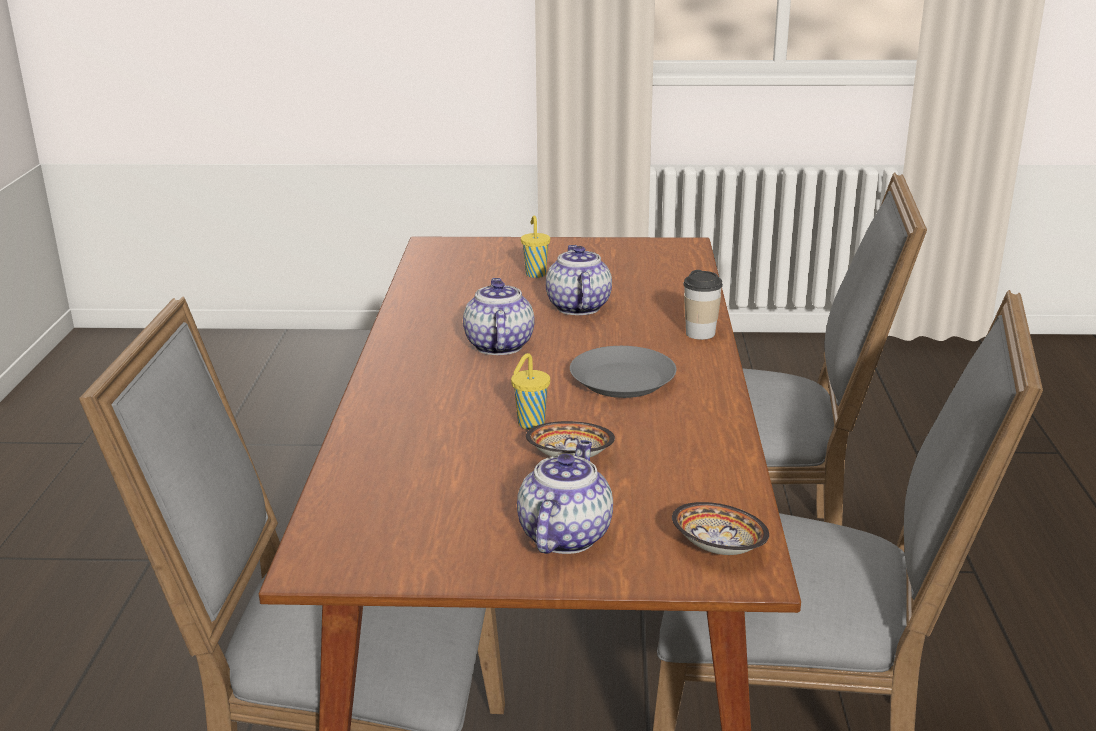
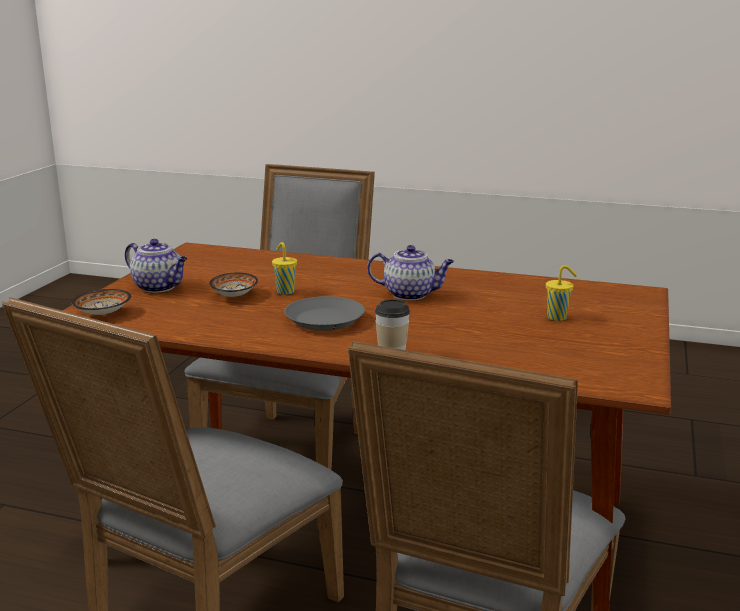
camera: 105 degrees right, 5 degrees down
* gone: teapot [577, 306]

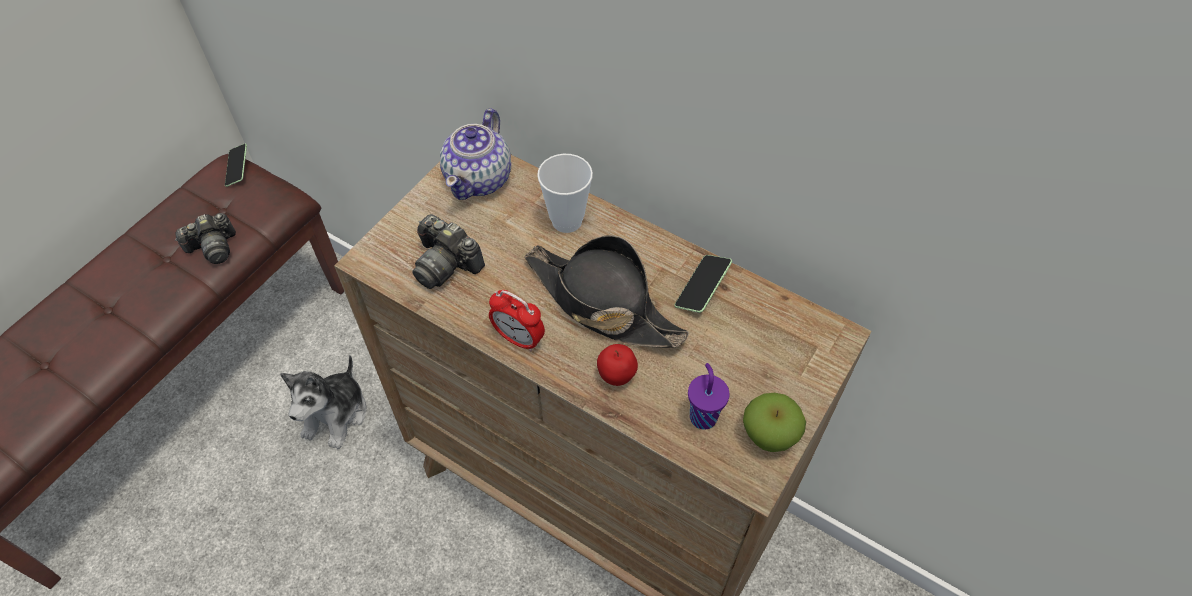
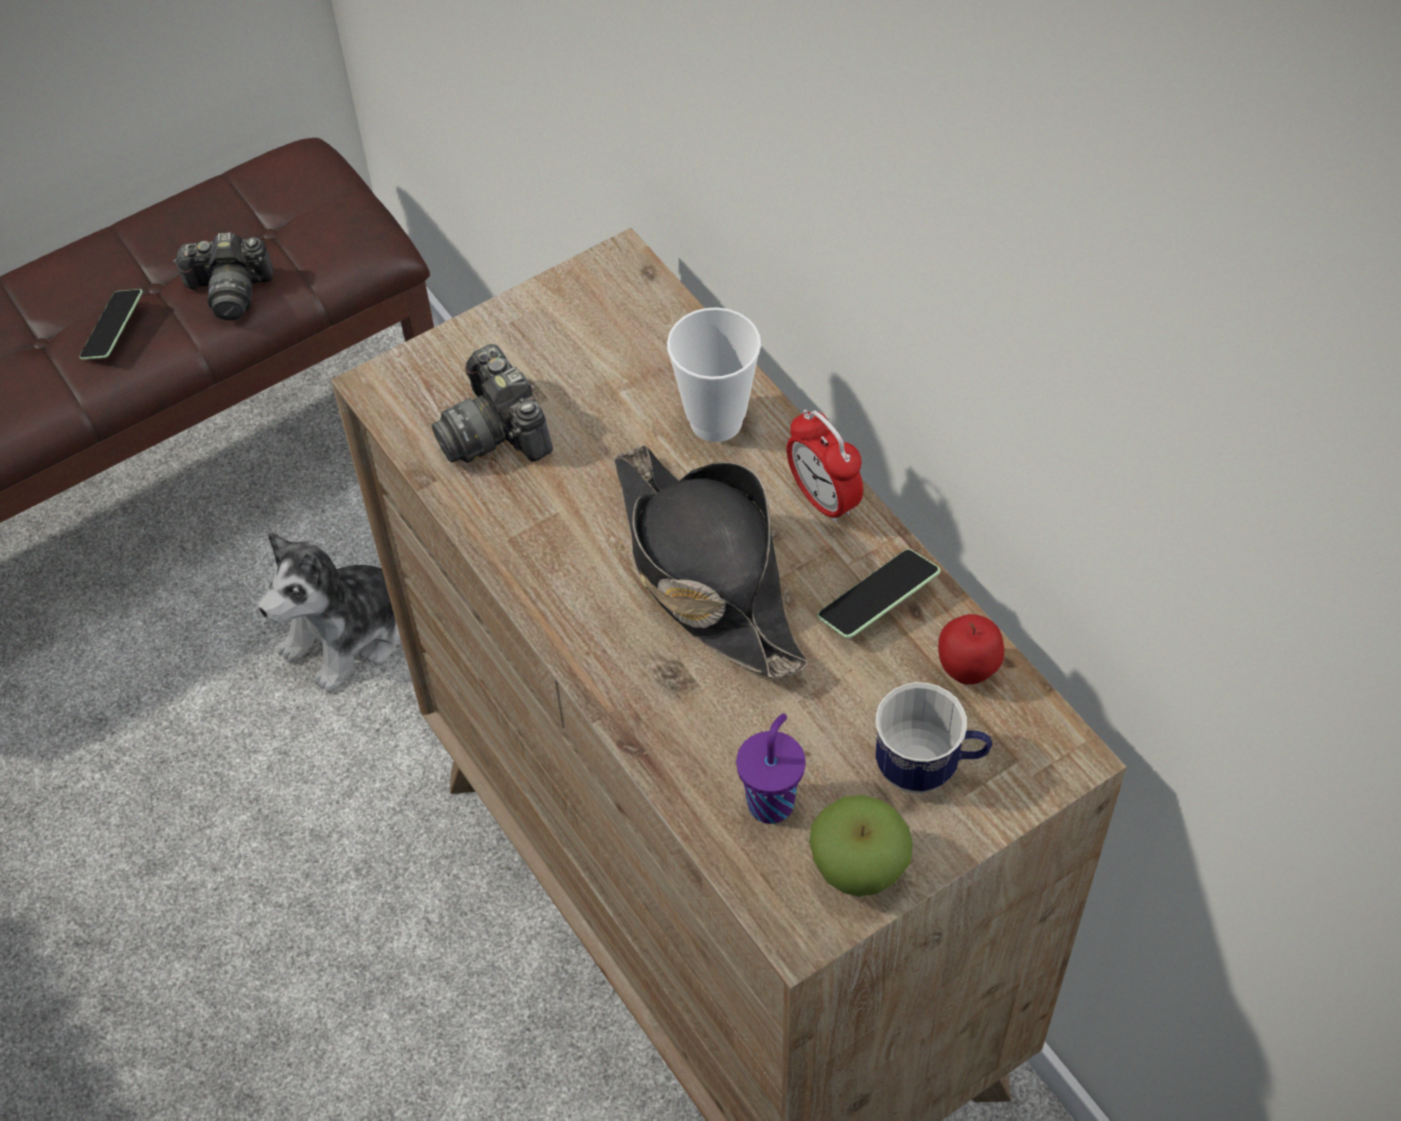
camera: 25 degrees right, 0 degrees up
* gone: teapot [479, 179]
* shifted: phone [238, 169] to [114, 332]
* shifted: alarm clock [518, 339] to [823, 499]
* shifted: apple [616, 378] to [967, 672]
* new: mug [928, 768]

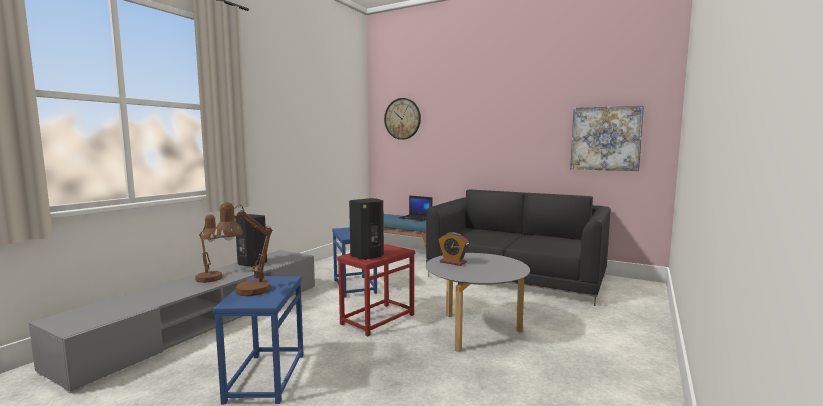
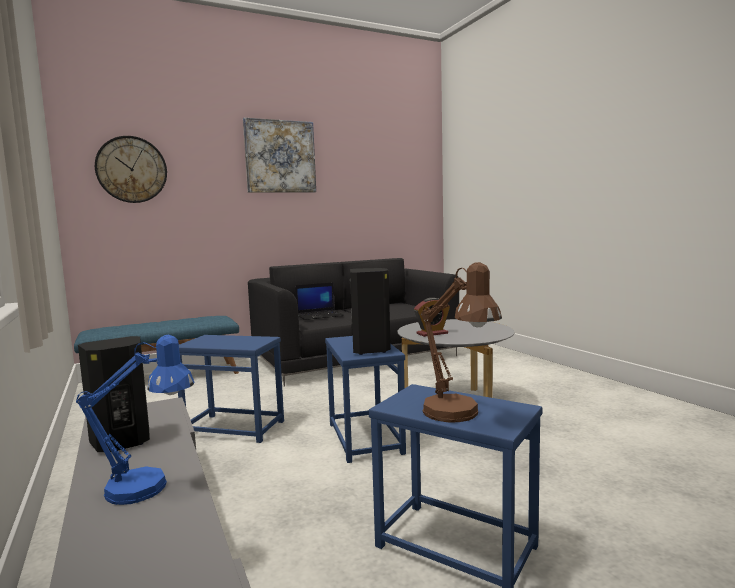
camera: 55 degrees left, 0 degrees up
* shifted: picture [605, 138] to [280, 156]
* shifted: laptop [416, 218] to [320, 315]
* repainted: brown table lamp [210, 280] to blue table lamp [149, 488]
* repainted: red side table [377, 319] to blue side table [364, 438]

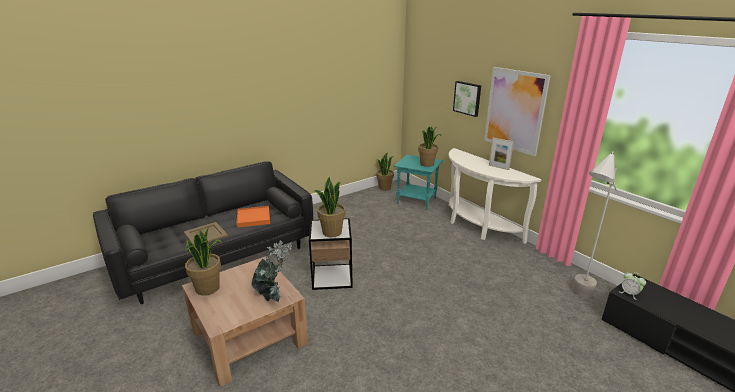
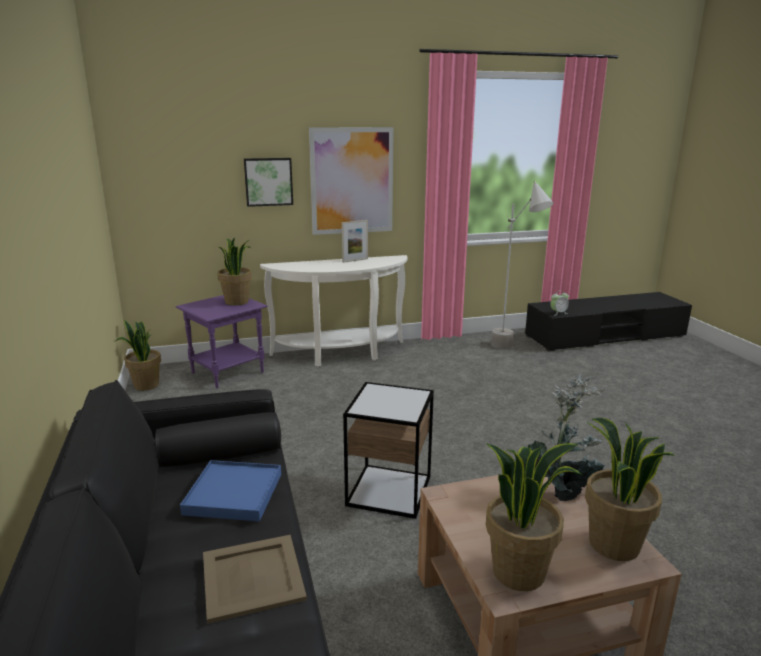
camera: 70 degrees left, 5 degrees down
* repainted: turquoise side table [417, 201] to purple side table [228, 372]
* shifted: potted plant [331, 232] to [613, 545]
* repainted: orange tray [253, 218] to blue tray [233, 494]

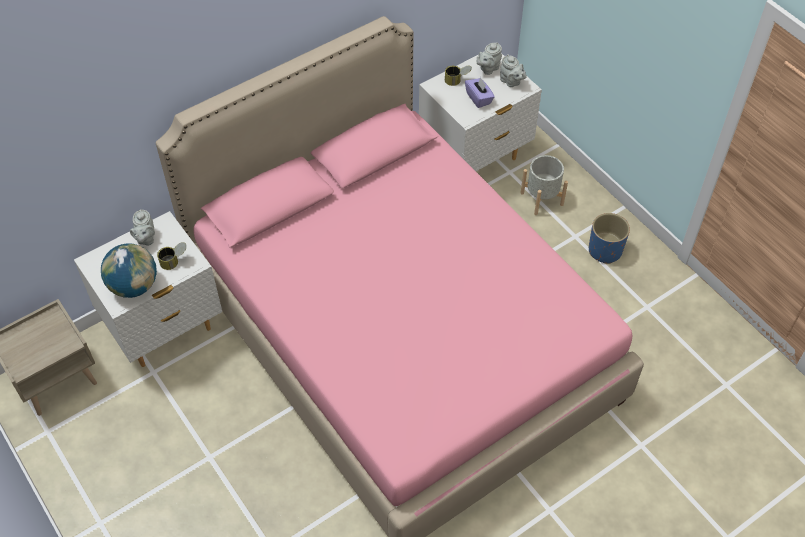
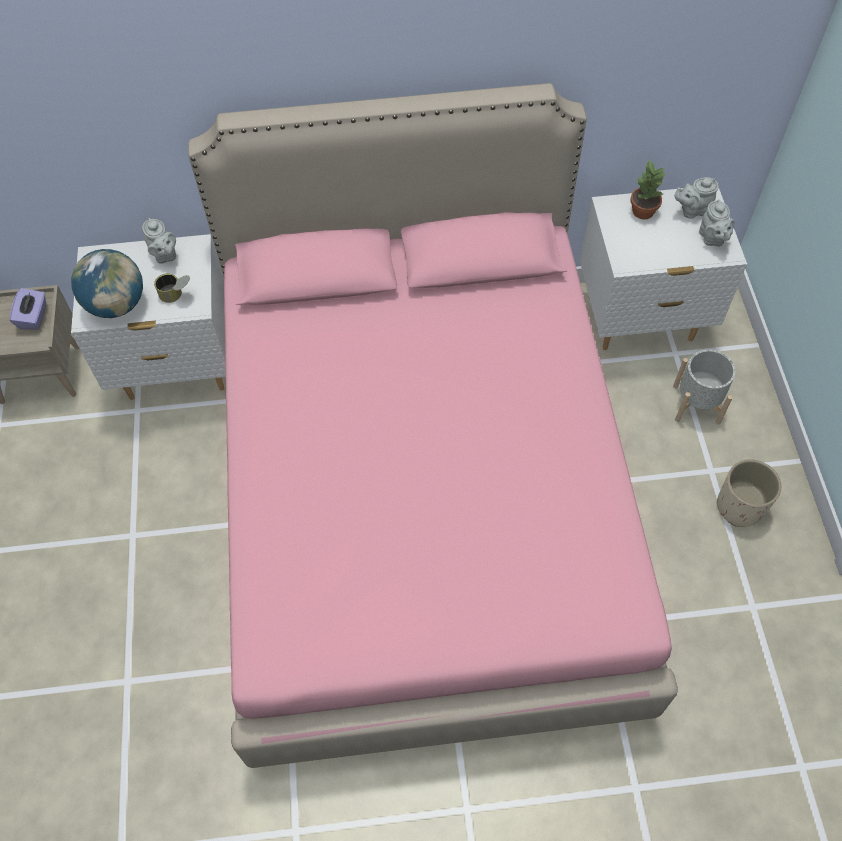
camera: 30 degrees right, 5 degrees up
* swapped: can [457, 81] to potted plant [642, 211]
* shifted: purple tissue box [479, 98] to [34, 317]
* rotated: grey teapot [145, 239] = [164, 255] 60 degrees counterclockwise
* repainted: blue planter [605, 250] to beige planter [739, 507]

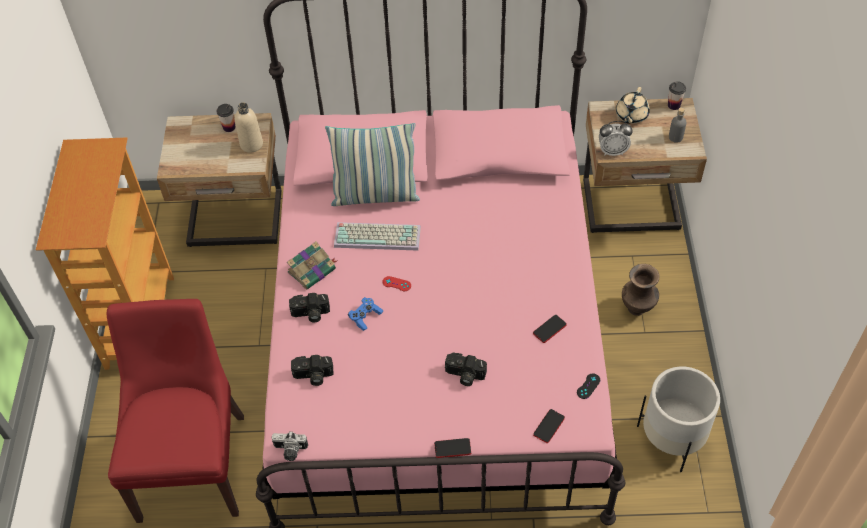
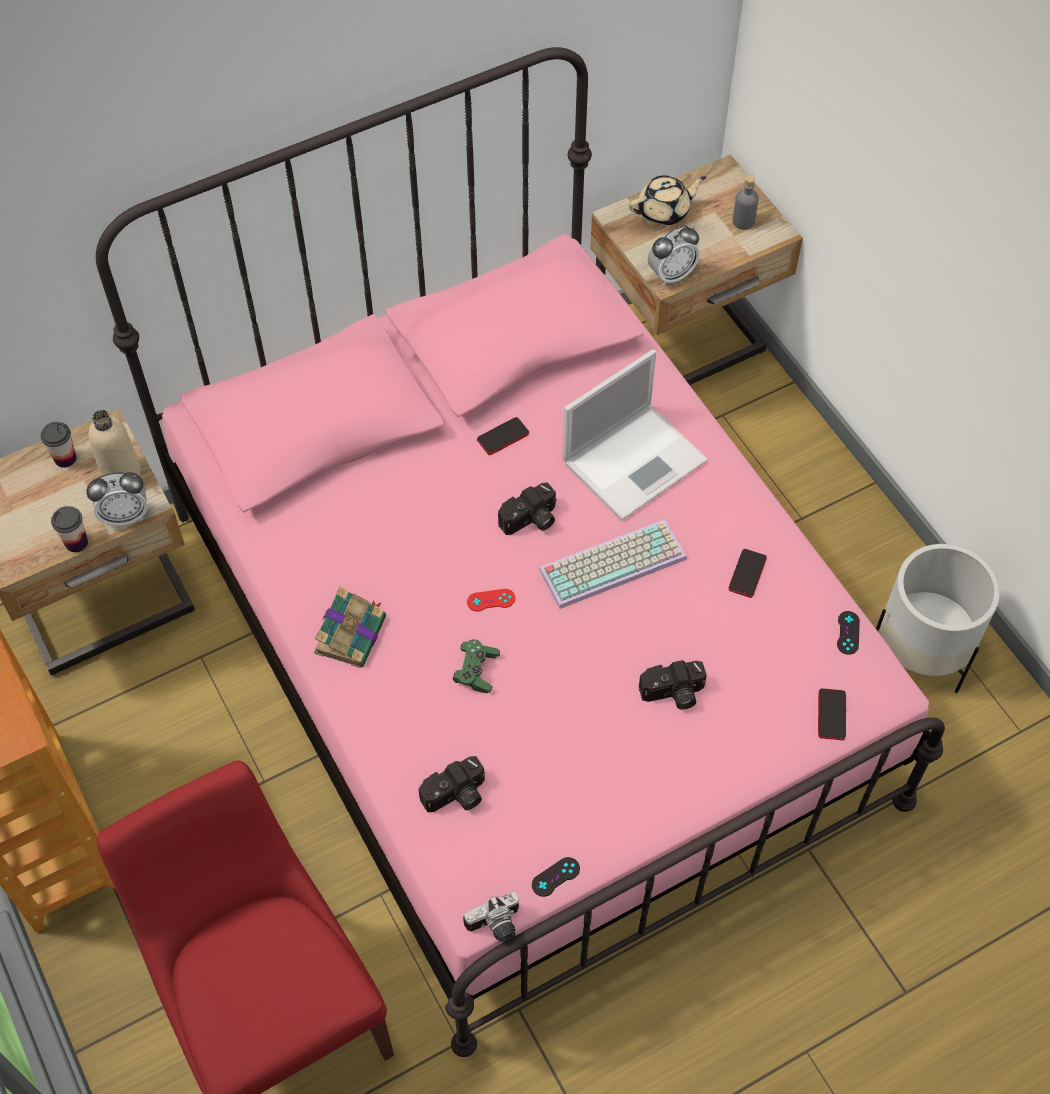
camera: 30 degrees left, 5 degrees up
* shifted: cup [674, 105] to [76, 542]
* rotated: beige teapot [631, 115] = [664, 211] 105 degrees counterclockwise
* gone: pillow [375, 195]
* shifted: keyboard [378, 236] to [613, 561]
* gone: brown vase [637, 308]
* shifted: photo camera [310, 314] to [530, 521]
* repainted: blue game controller [365, 317] to green game controller [476, 671]
* shifted: phone [452, 448] to [503, 437]
* new: laptop [636, 460]
* new: alarm clock [125, 515]
* new: black game controller [555, 877]

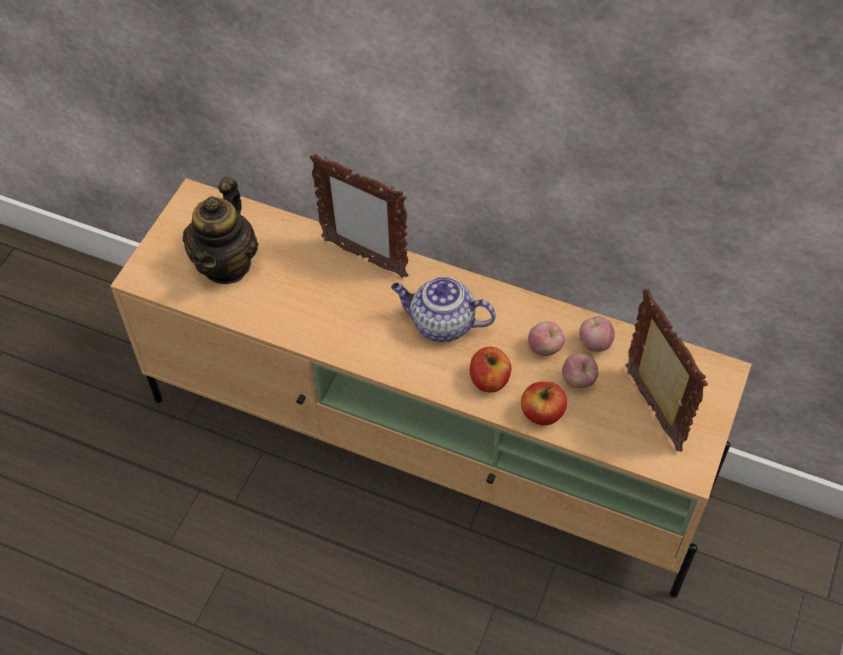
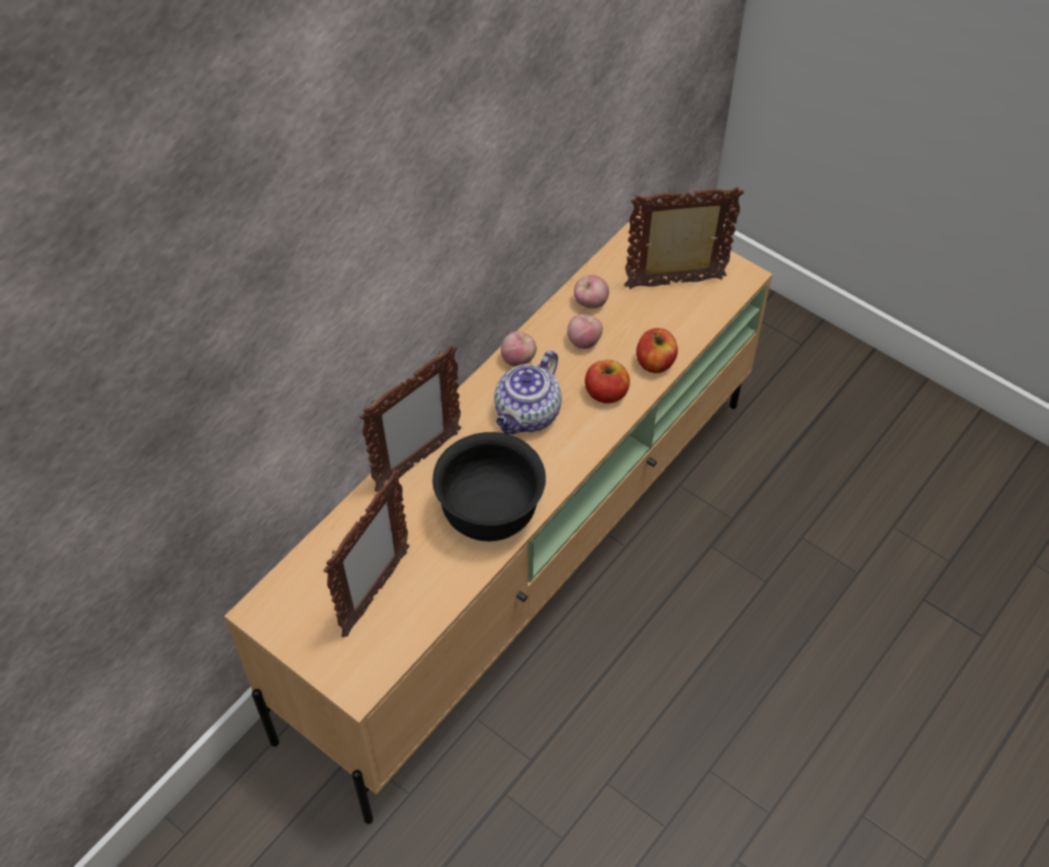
camera: 75 degrees left, 0 degrees up
* swapped: teapot [226, 264] to picture frame [375, 593]
* shifted: apple [578, 380] to [518, 359]
* new: black bowl [490, 514]

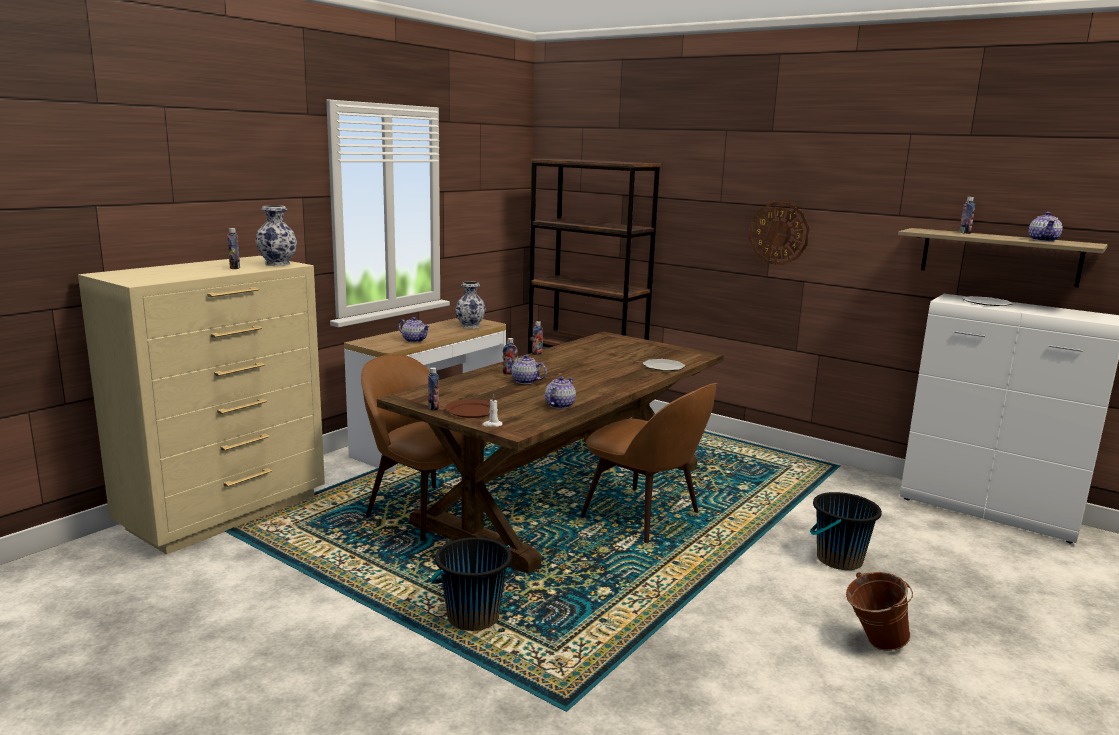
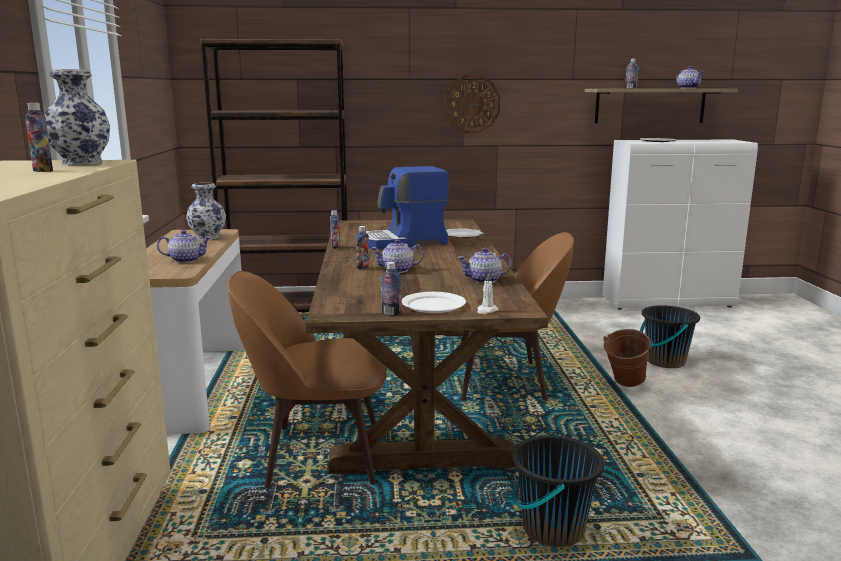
camera: 40 degrees left, 0 degrees up
* rotated: teapot [559, 405] = [484, 280] 90 degrees counterclockwise
* repainted: brown plate [472, 411] to white plate [434, 305]
* shifted: brown bucket [873, 644] to [624, 385]
* new: coffee machine [404, 242]

